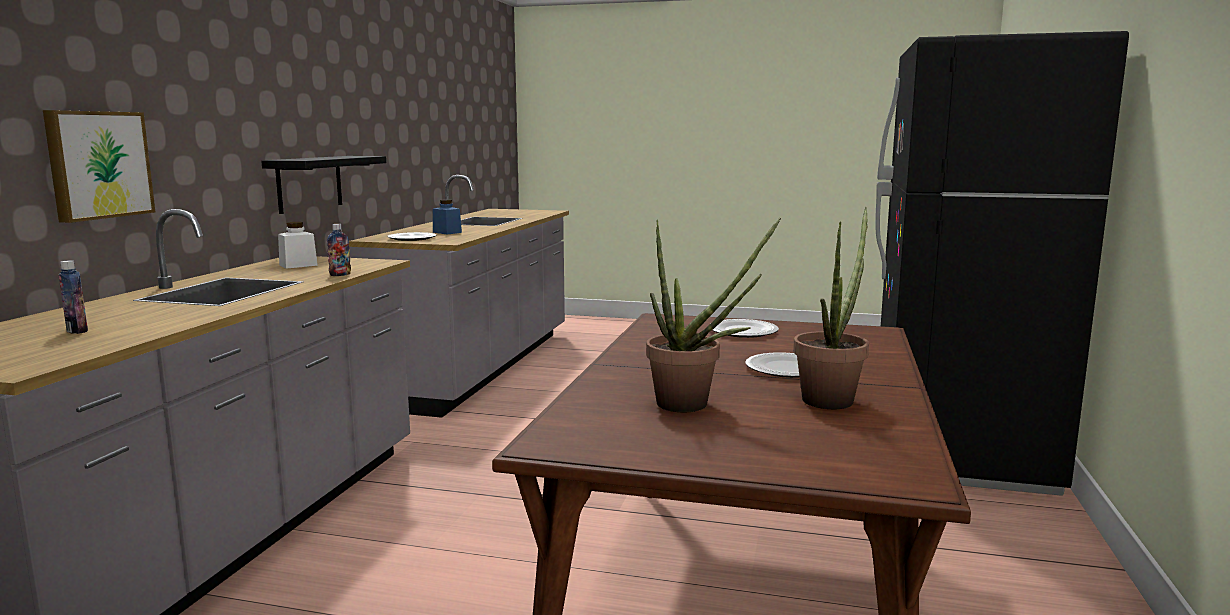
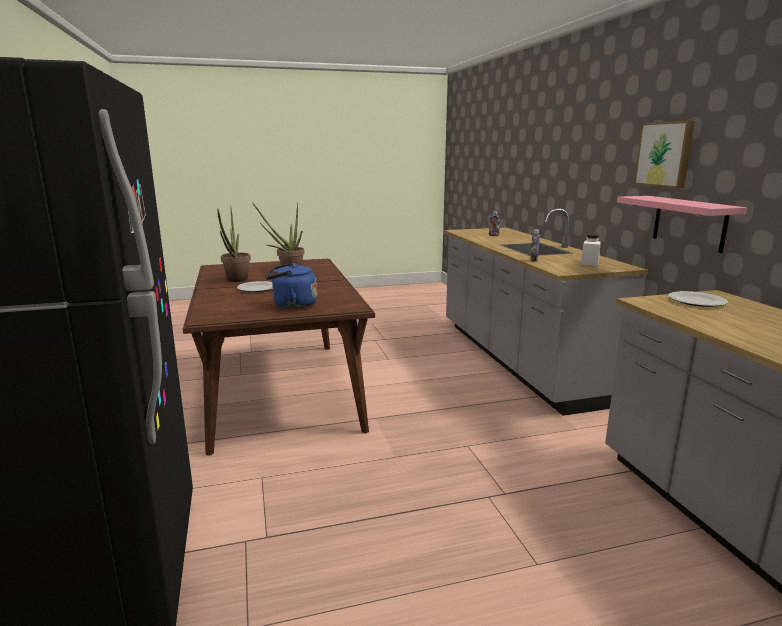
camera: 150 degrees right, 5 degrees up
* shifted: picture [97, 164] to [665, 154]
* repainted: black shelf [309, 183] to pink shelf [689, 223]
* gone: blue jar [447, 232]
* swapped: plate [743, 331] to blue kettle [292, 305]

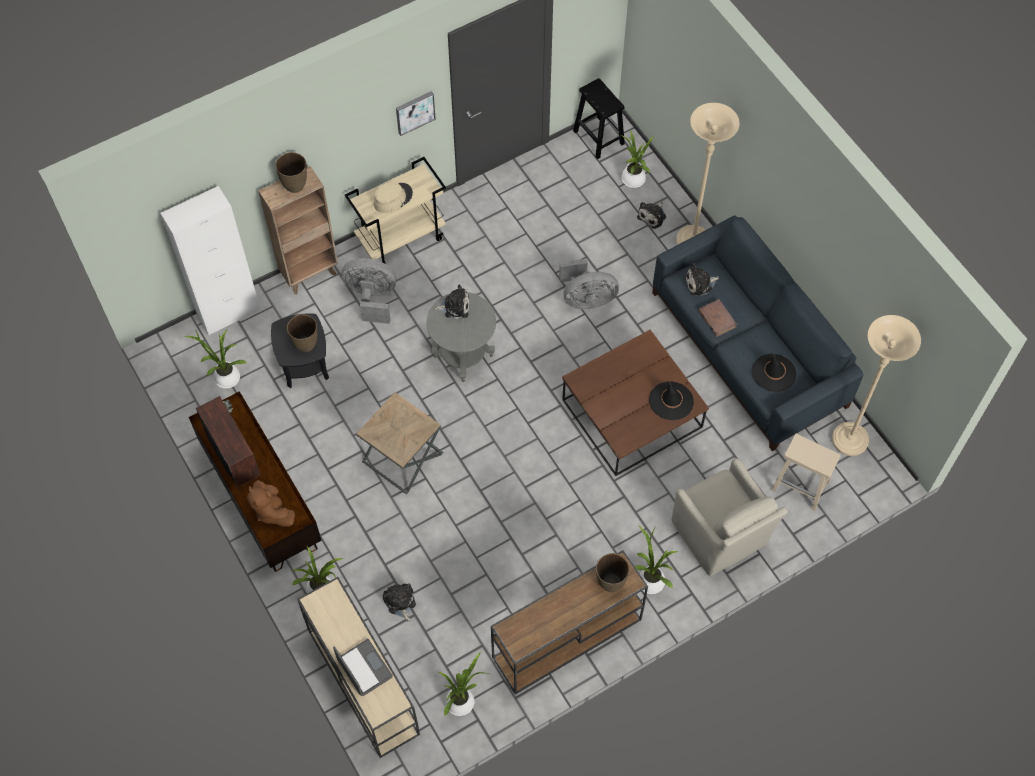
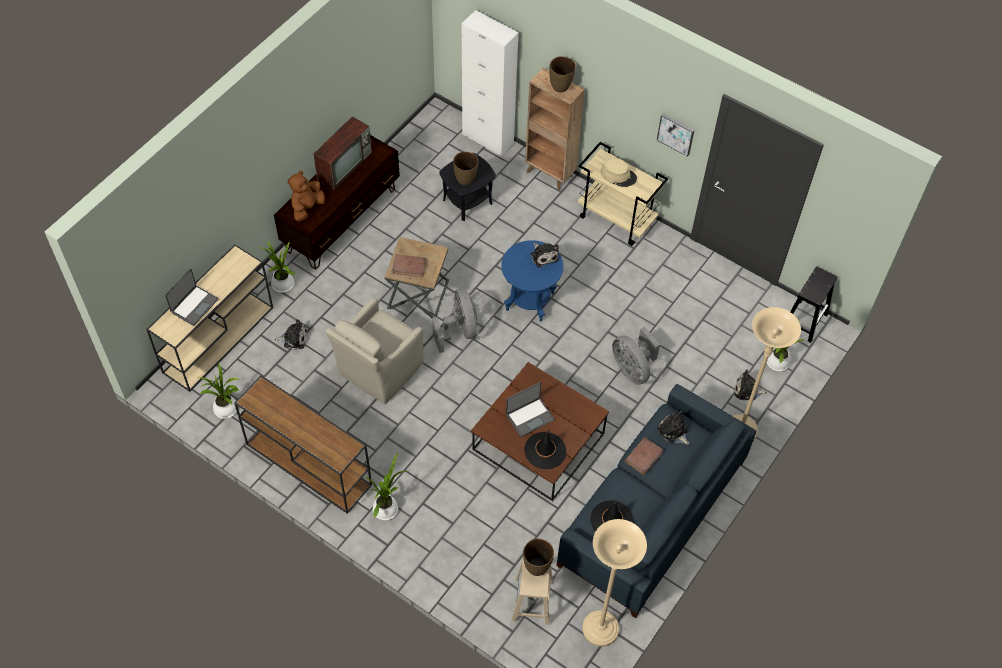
camera: 65 degrees right, 5 degrees down
* shifted: grey fan [372, 298] to [459, 331]
* repainted: grey side table [463, 356] to blue side table [530, 301]
* gone: potted plant [225, 377]
* shifted: beige armchair [720, 536] to [379, 370]
* shifted: brown vase [610, 582] to [536, 567]
* rotated: plush toy [400, 602] = [293, 338] 45 degrees clockwise
* new: brown book [409, 266]
* new: laptop [529, 416]

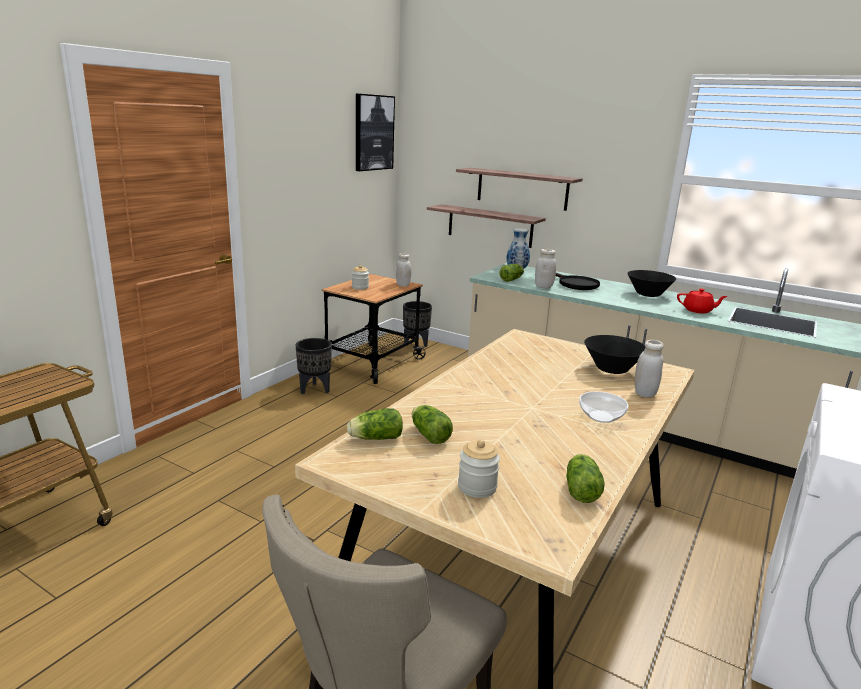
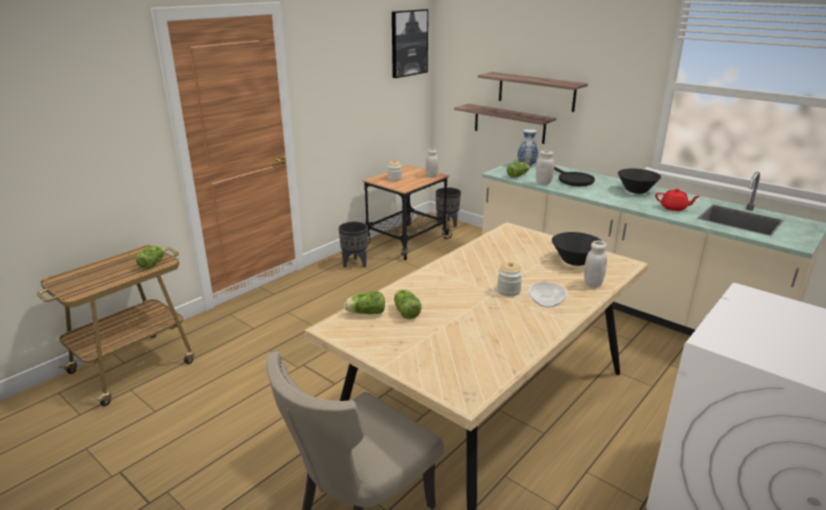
camera: 10 degrees right, 5 degrees up
* shifted: jar [477, 487] to [508, 291]
* shifted: lettuce [581, 489] to [153, 263]

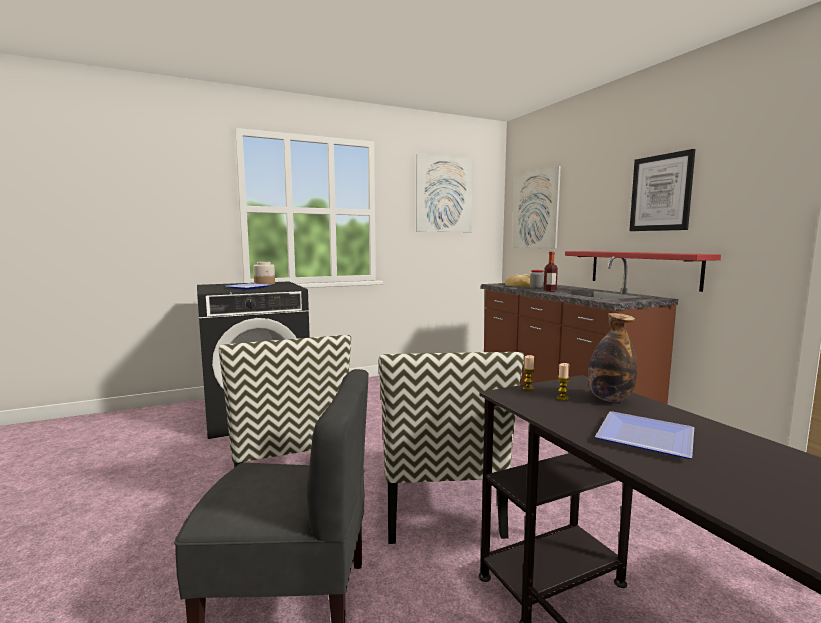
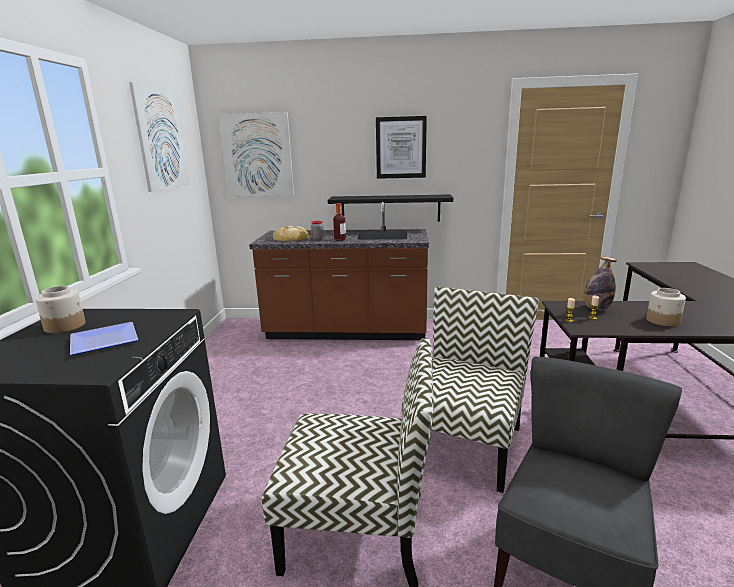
camera: 60 degrees left, 10 degrees up
* repainted: red shelf [642, 269] to black shelf [390, 208]
* rotated: chair [440, 505] = [465, 443] 90 degrees counterclockwise
* swapped: plate [641, 438] to jar [663, 321]

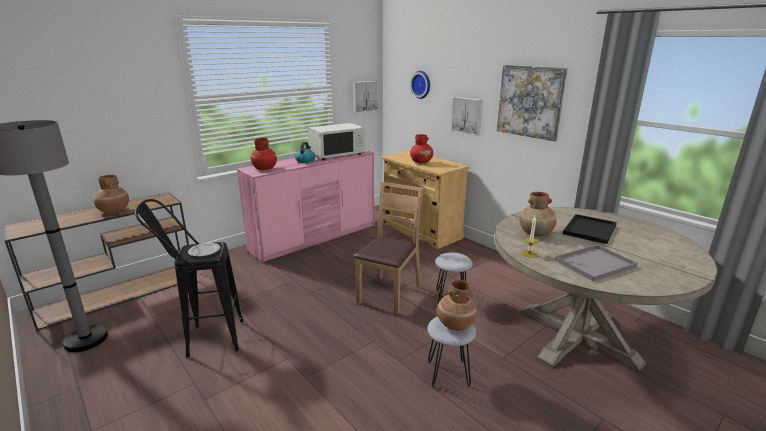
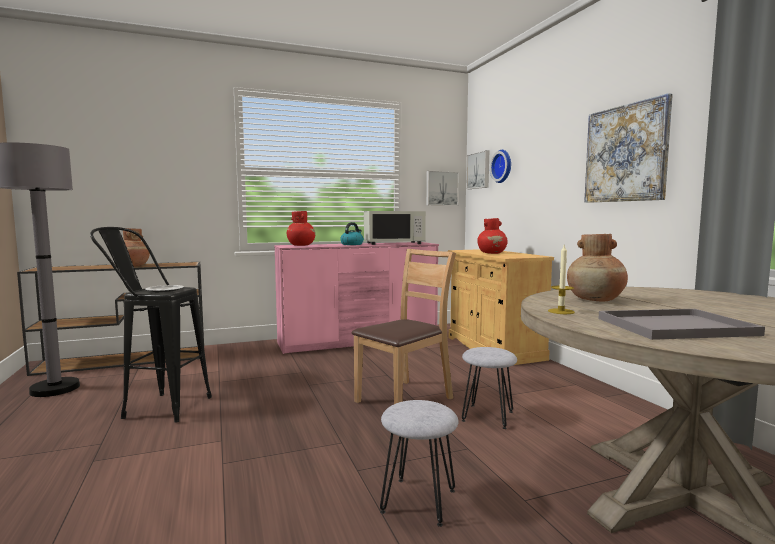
camera: 20 degrees right, 15 degrees down
* shifted: picture [467, 115] to [479, 170]
* gone: black tray [589, 229]
* gone: brown vase [455, 324]

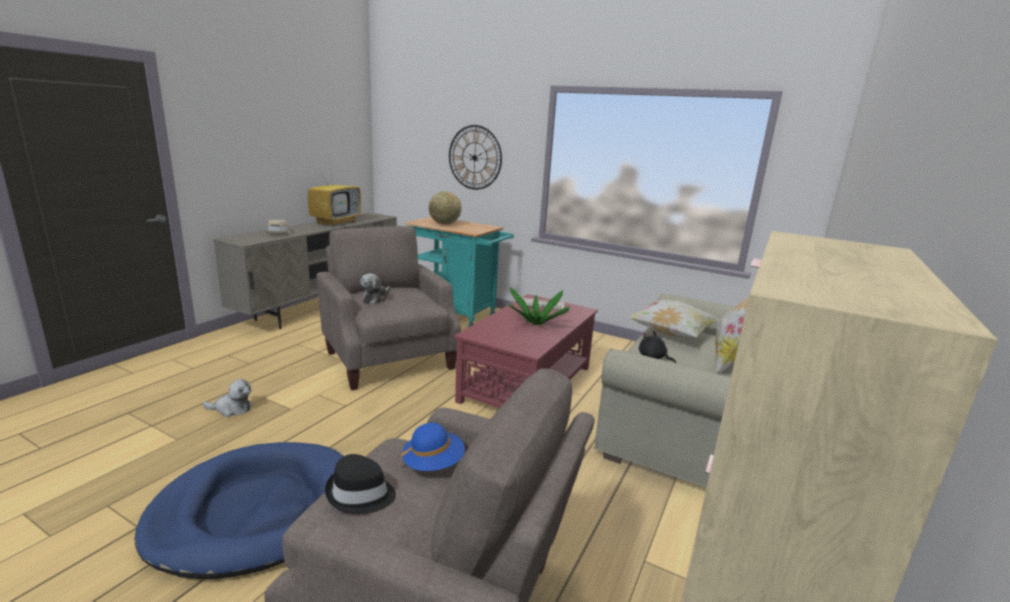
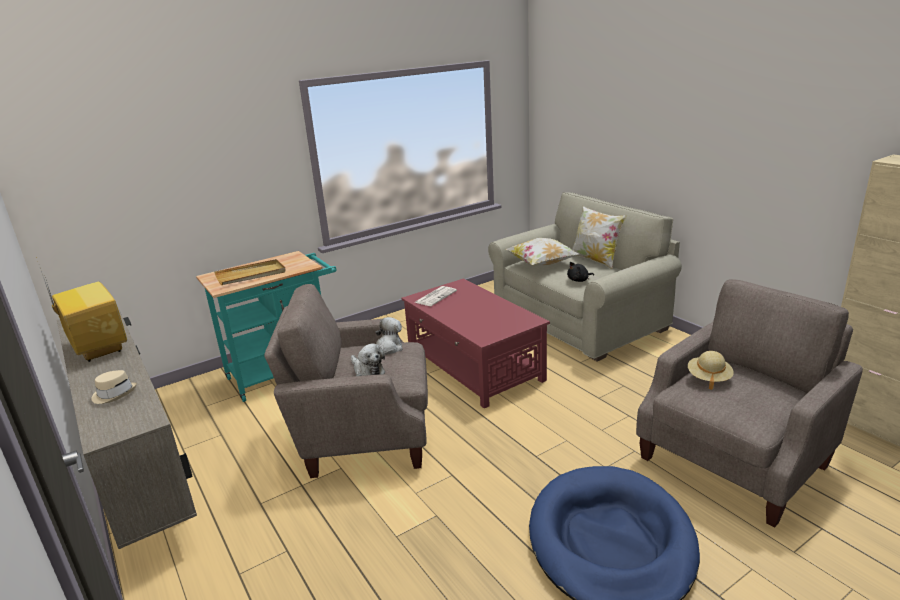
camera: 60 degrees left, 5 degrees up
* gone: wall clock [474, 157]
* swapped: globe [444, 224] to beige tray [251, 275]
* gone: potted plant [536, 323]
* shifted: plush toy [231, 409] to [388, 349]
* repainted: blue hat [433, 463] to beige hat [708, 378]
* gone: black hat [360, 494]

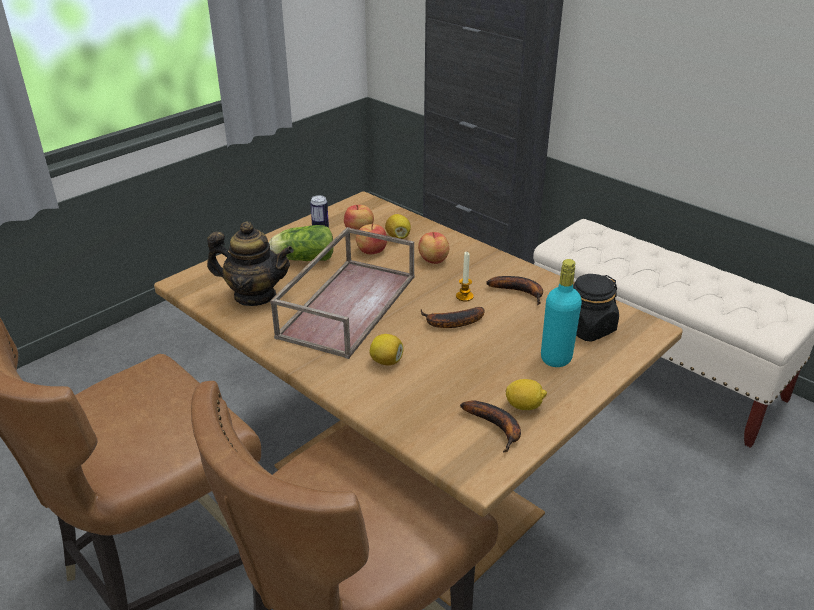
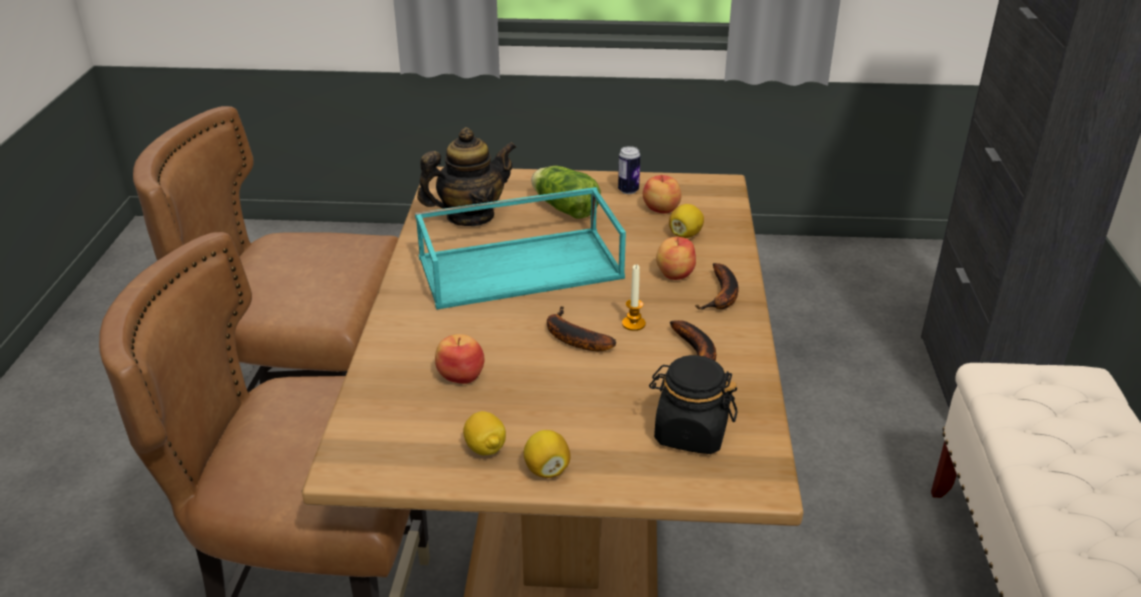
camera: 50 degrees right, 0 degrees up
* rotated: teapot [255, 296] = [470, 216] 90 degrees counterclockwise
* shifted: apple [371, 250] to [460, 375]
* repainted: brown tray [347, 304] to turquoise tray [522, 266]
* gone: turquoise bottle [556, 358]
* shifted: lemon [386, 361] to [546, 469]
* shifted: banana [497, 428] to [722, 296]

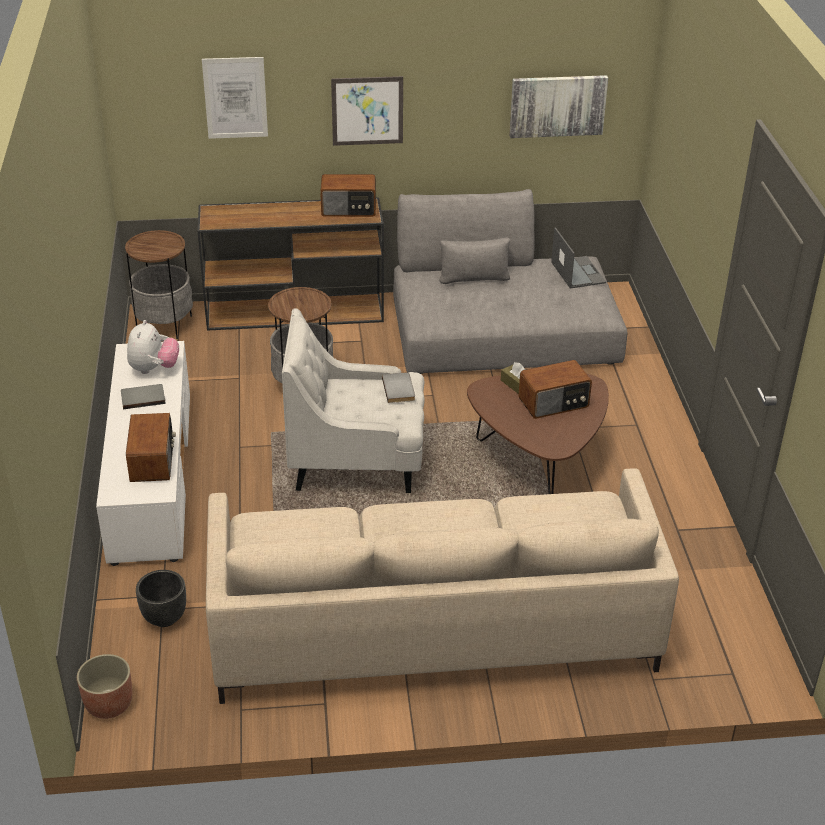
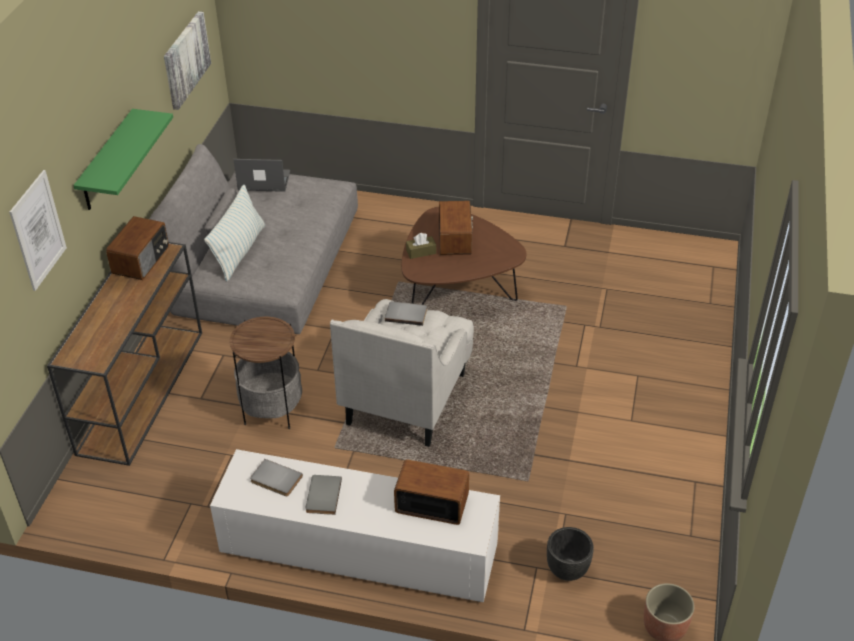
camera: 70 degrees left, 5 degrees up
* swapped: picture [367, 110] to green shelf [107, 162]
* gone: side table [164, 324]
* swapped: plush toy [153, 369] to grey book [275, 480]
* gone: beige sofa [432, 627]
* new: pillow [239, 251]

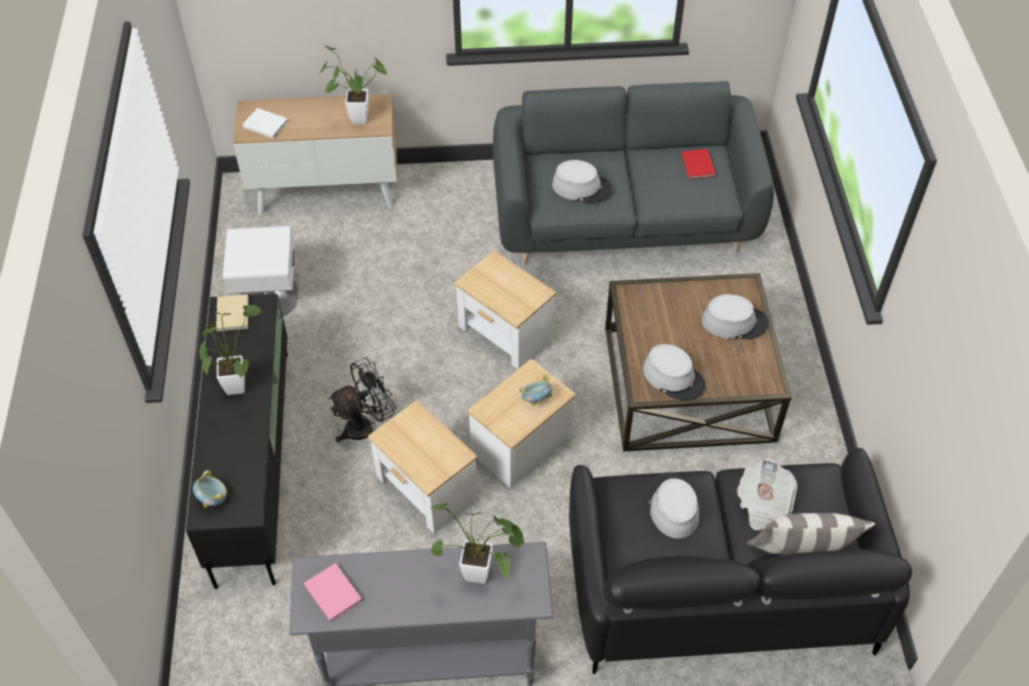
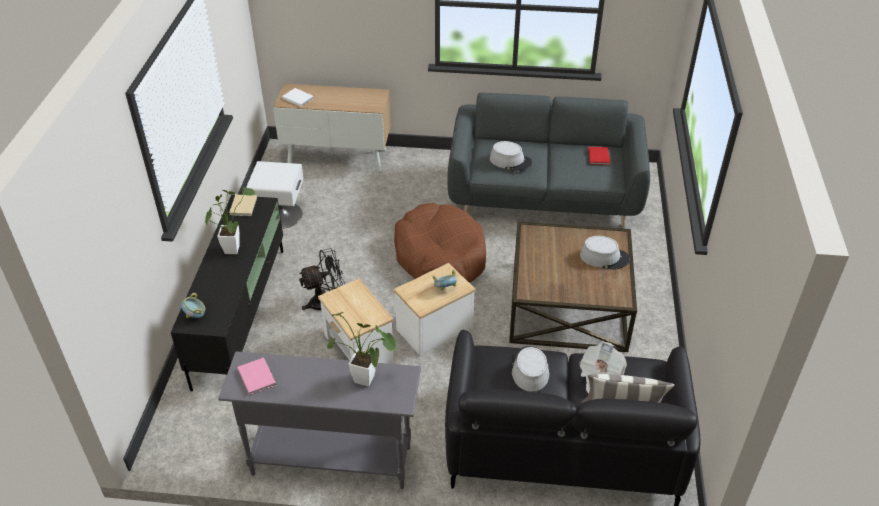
camera: 10 degrees right, 10 degrees down
* gone: potted plant [354, 119]
* swapped: side table [505, 333] to brown dog bed [440, 257]
* gone: grey hat [673, 377]

